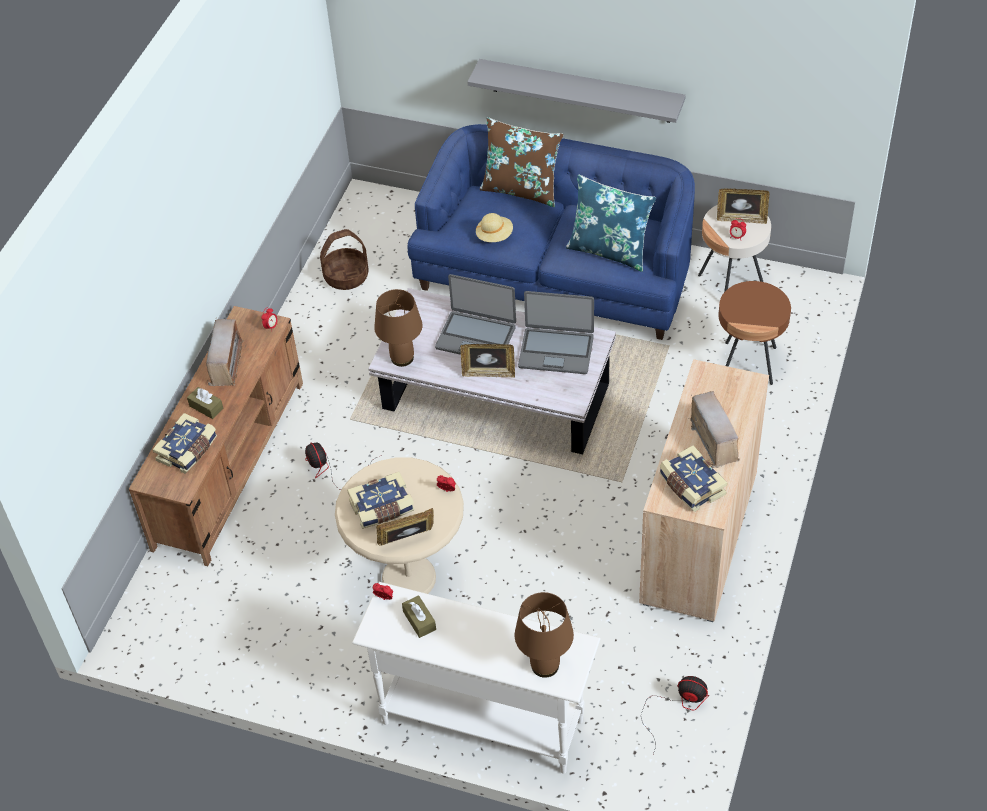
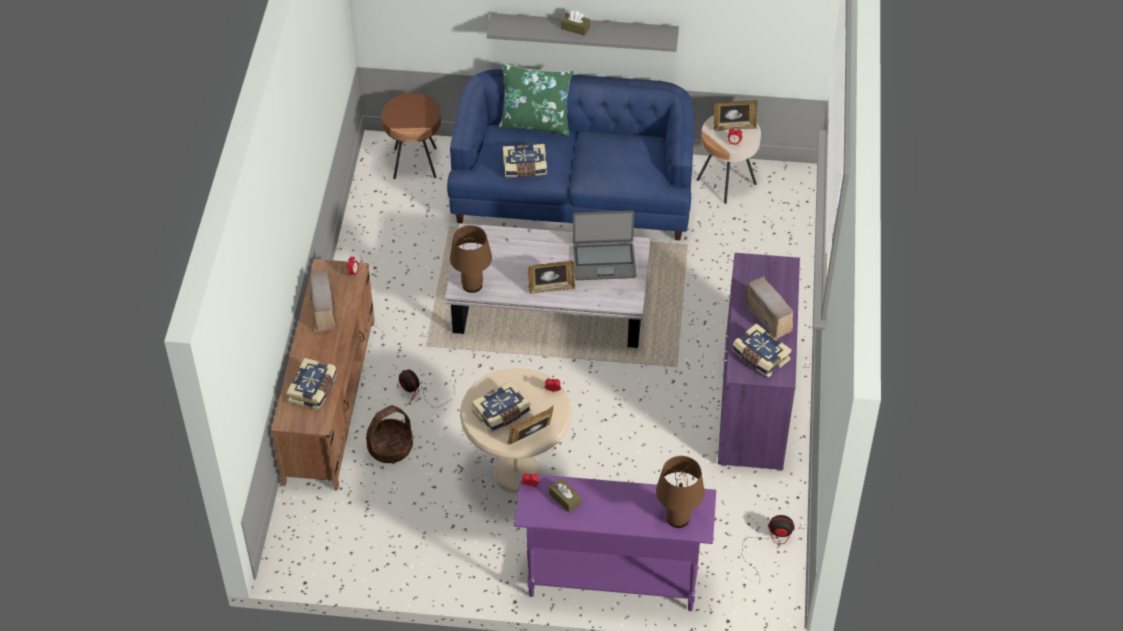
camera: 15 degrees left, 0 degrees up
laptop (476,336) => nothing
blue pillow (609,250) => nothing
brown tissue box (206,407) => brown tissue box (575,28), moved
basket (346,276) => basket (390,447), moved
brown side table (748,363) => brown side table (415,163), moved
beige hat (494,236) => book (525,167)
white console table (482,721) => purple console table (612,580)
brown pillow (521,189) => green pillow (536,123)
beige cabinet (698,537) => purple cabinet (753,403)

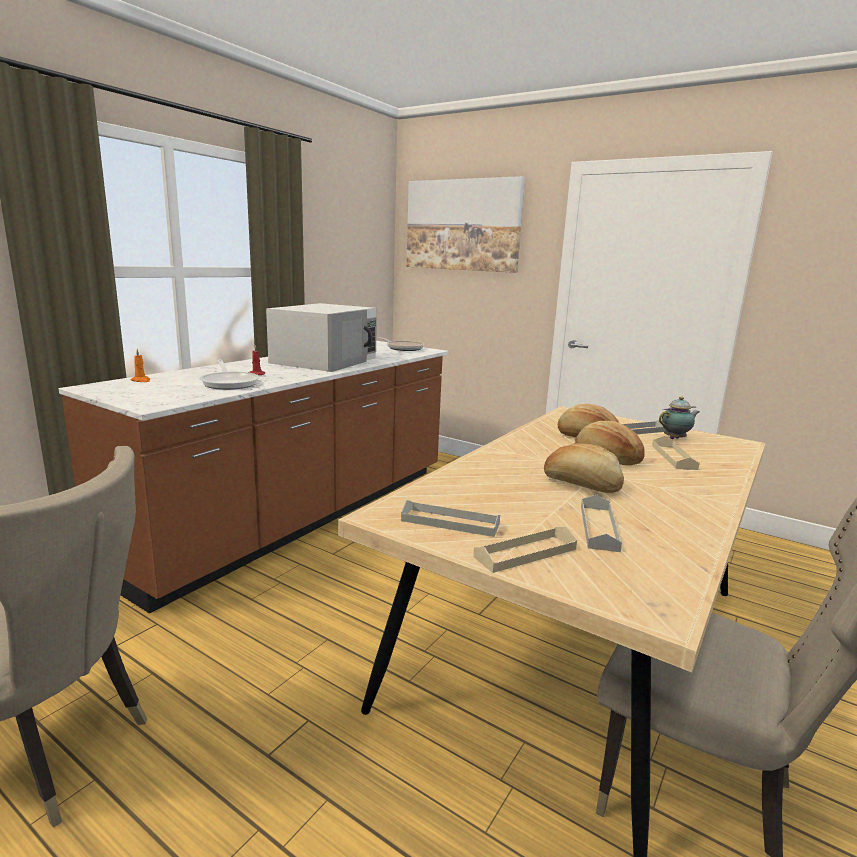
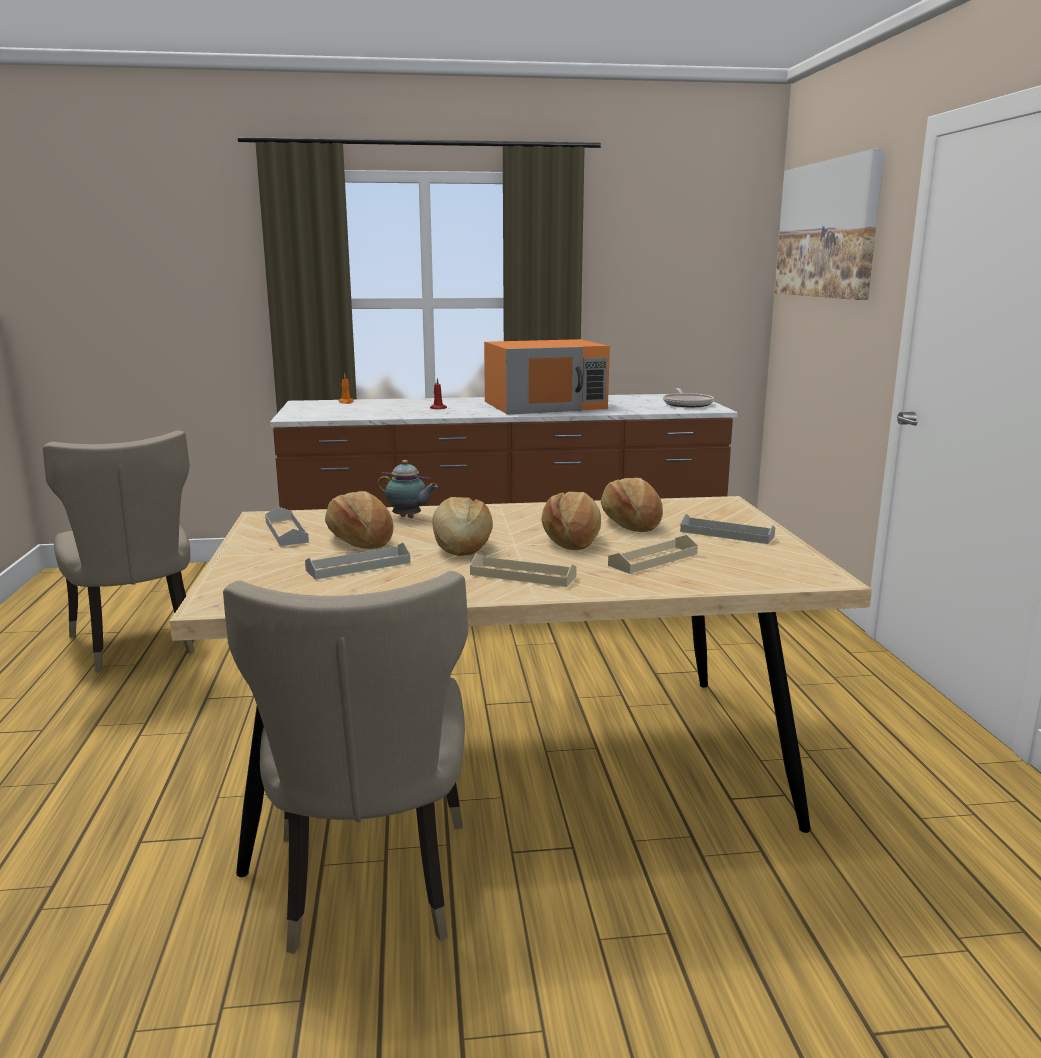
camera: 50 degrees right, 0 degrees up
frying pan (230,383) => nothing
nothing => bread (360,540)
beige tray (525,553) => beige tray (523,575), moved
teapot (676,438) => teapot (408,517), moved
white microwave (325,360) => orange microwave (546,405)

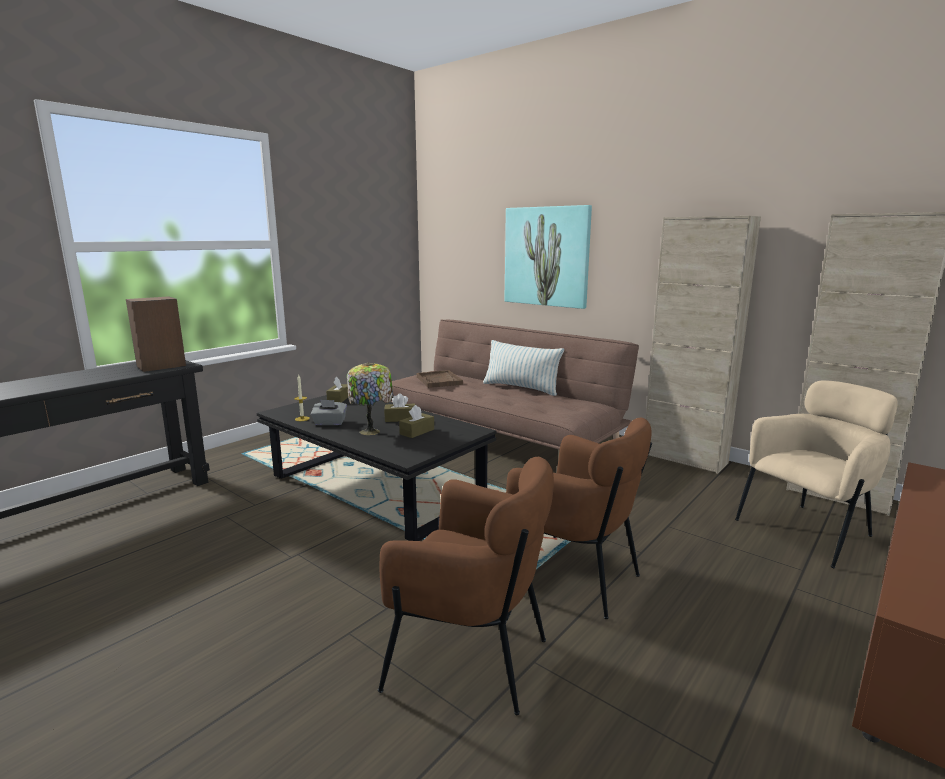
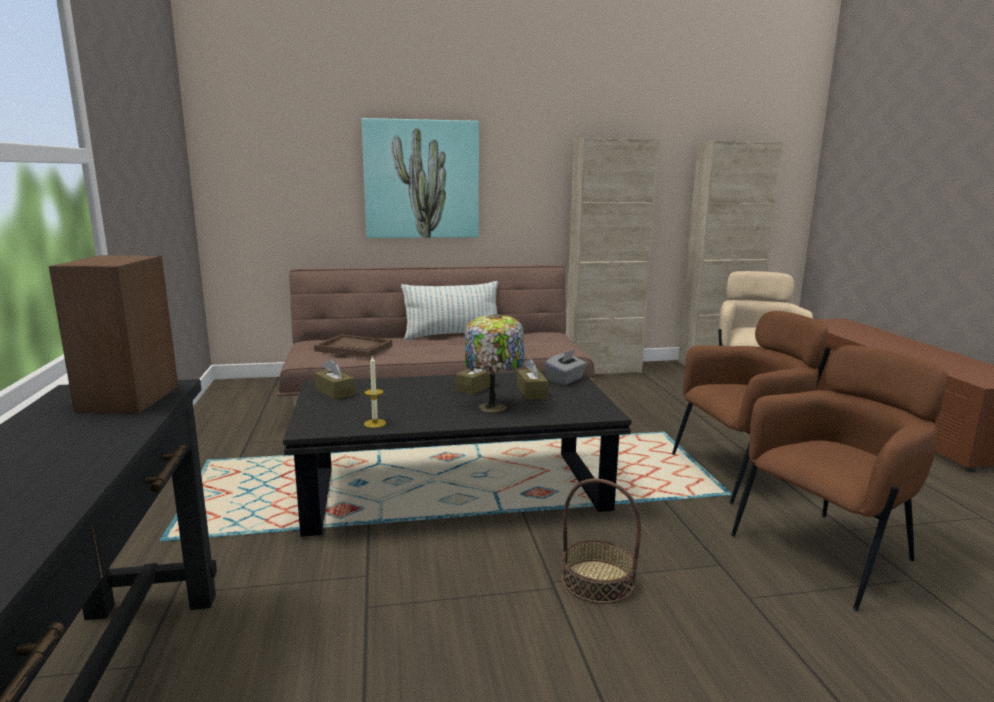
camera: 50 degrees left, 0 degrees up
nothing => basket (597,581)
grey tissue box (329,423) => grey tissue box (565,380), moved

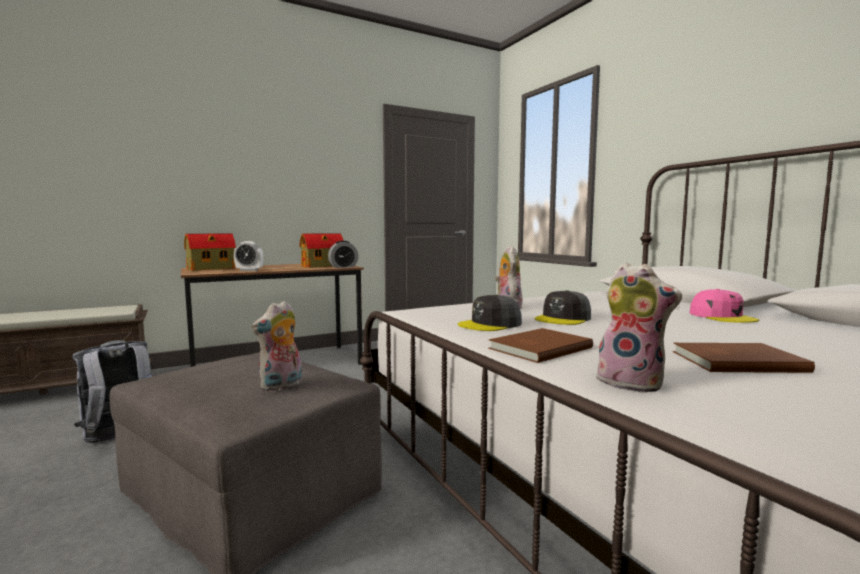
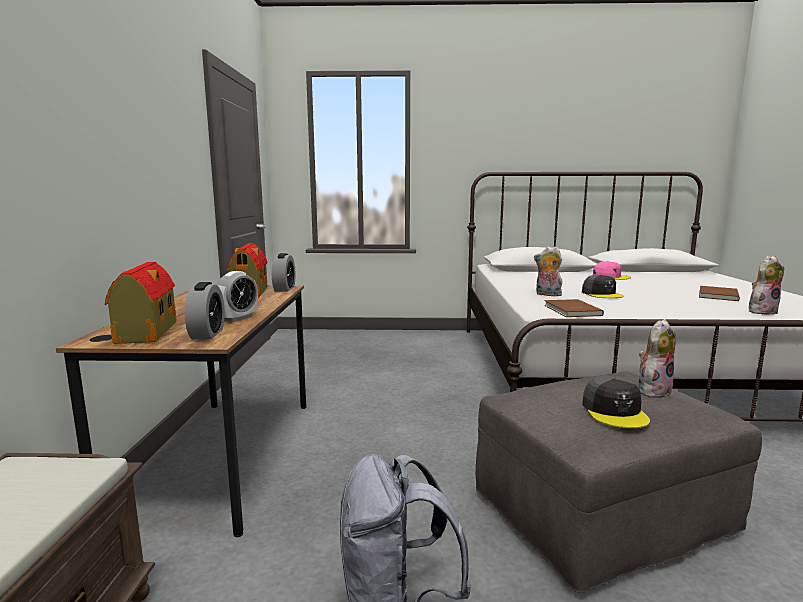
camera: 60 degrees left, 5 degrees up
nothing => alarm clock (207,334)
grey cap (490,324) => grey cap (615,411), moved
brown book (537,348) => brown book (571,310), moved
plush toy (281,386) => plush toy (653,390), 105 degrees counterclockwise

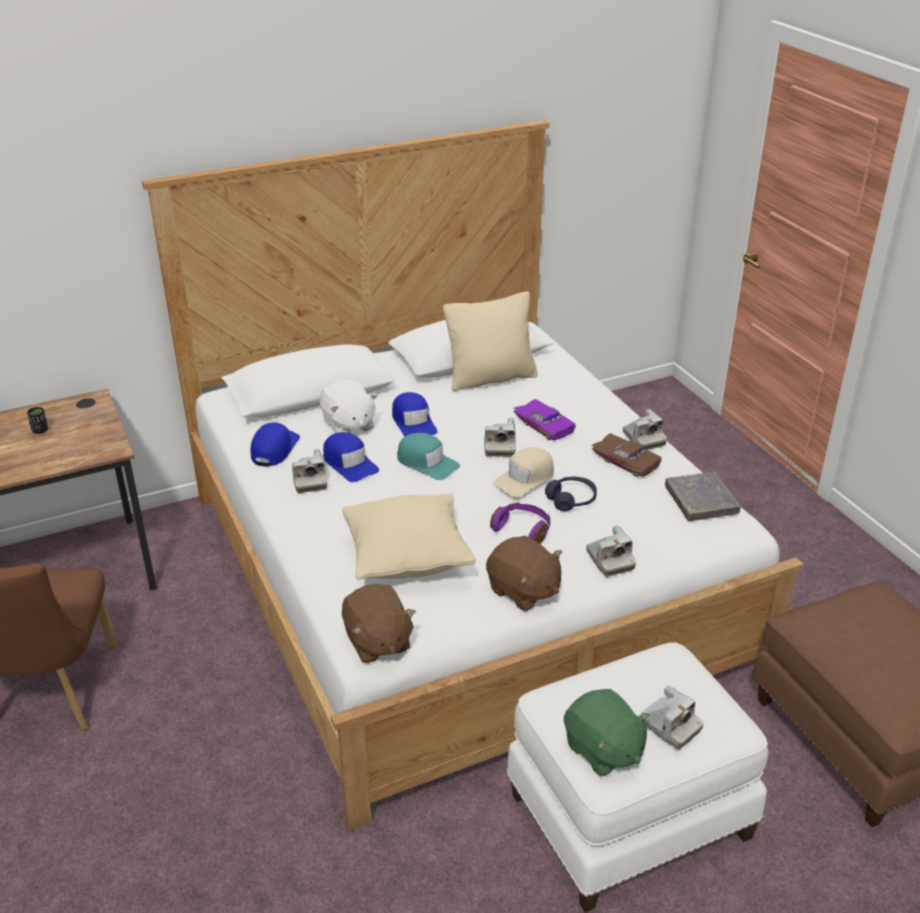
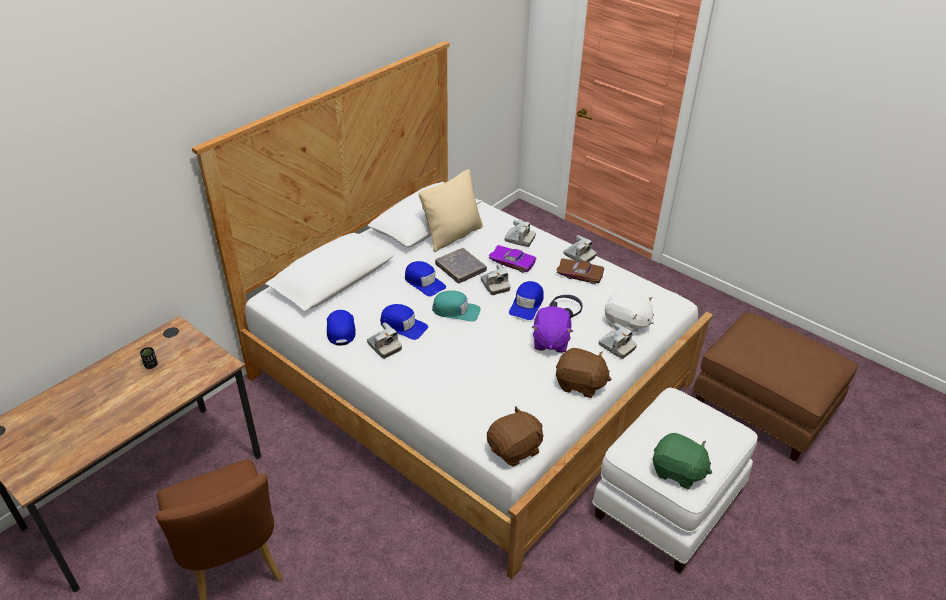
camera: 25 degrees left, 5 degrees up
beige pillow (407,560) => nothing
white plush toy (348,425) => white plush toy (626,323), moved
photo camera (669,726) => photo camera (519,239), moved
grey book (701,500) => grey book (460,268), moved
purple headphones (523,530) => purple plush toy (550,341)
beige cap (525,478) => blue cap (527,304)
brown plush toy (377,642) => brown plush toy (515,449), 75 degrees counterclockwise

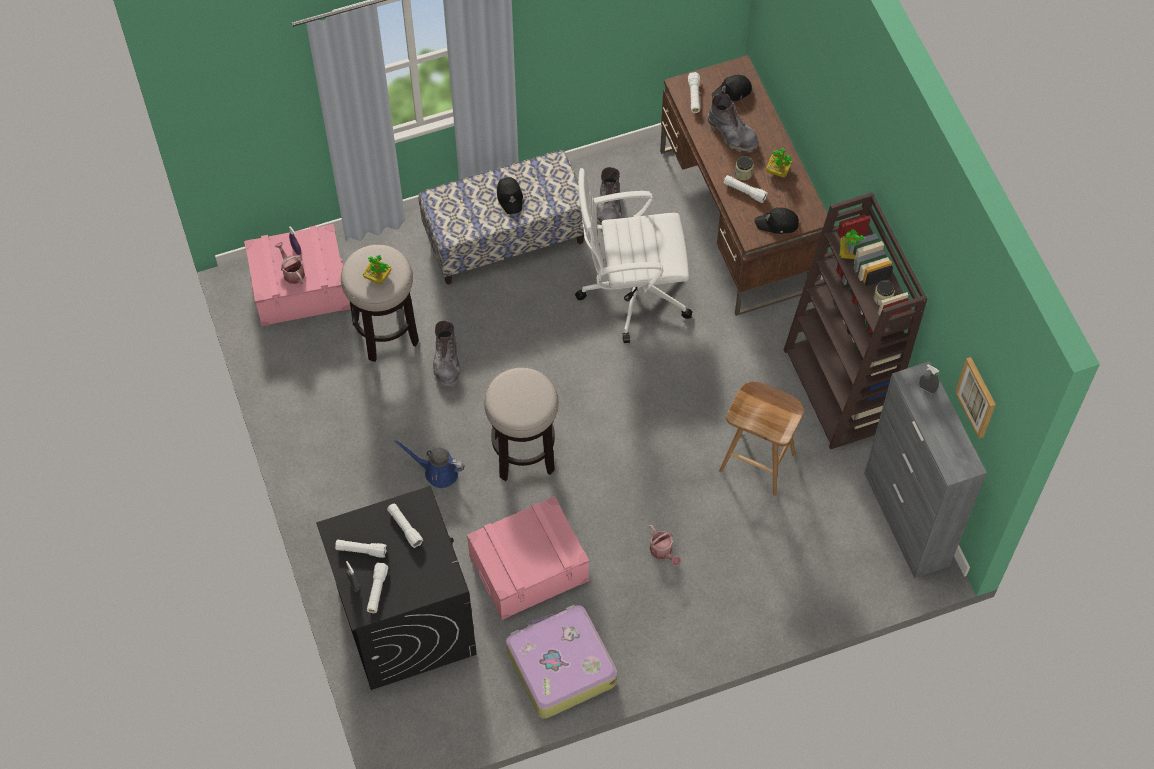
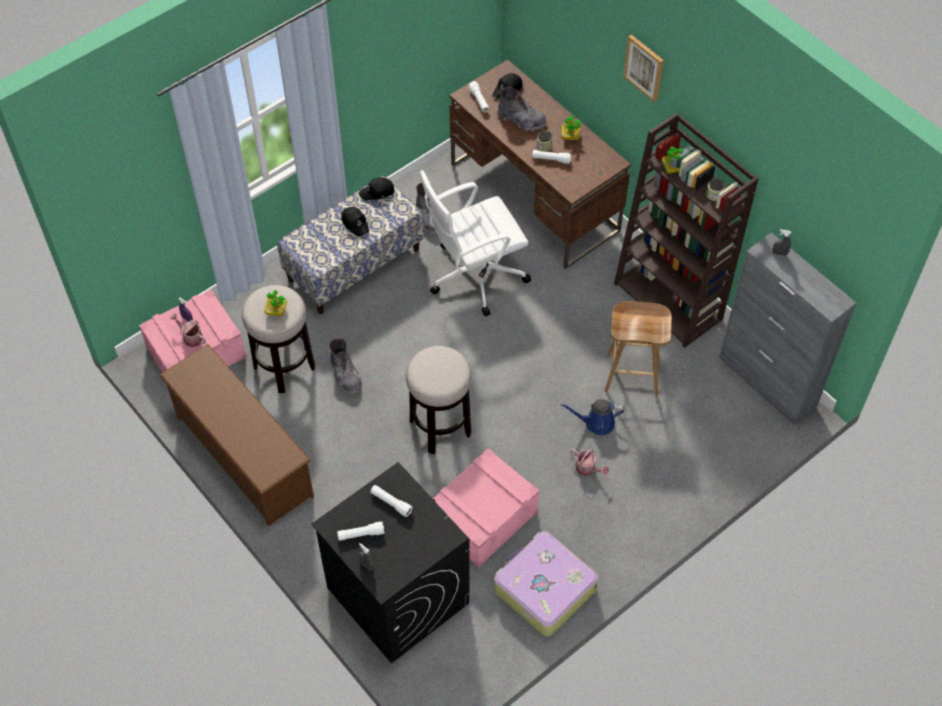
camera: 20 degrees left, 5 degrees down
white flashlight (377,590) => nothing
nothing => brown shoe rack (243,456)
blue watering can (437,472) => blue watering can (596,423), moved
black cap (777,224) => black cap (377,192), moved
picture (977,397) => picture (644,67), moved

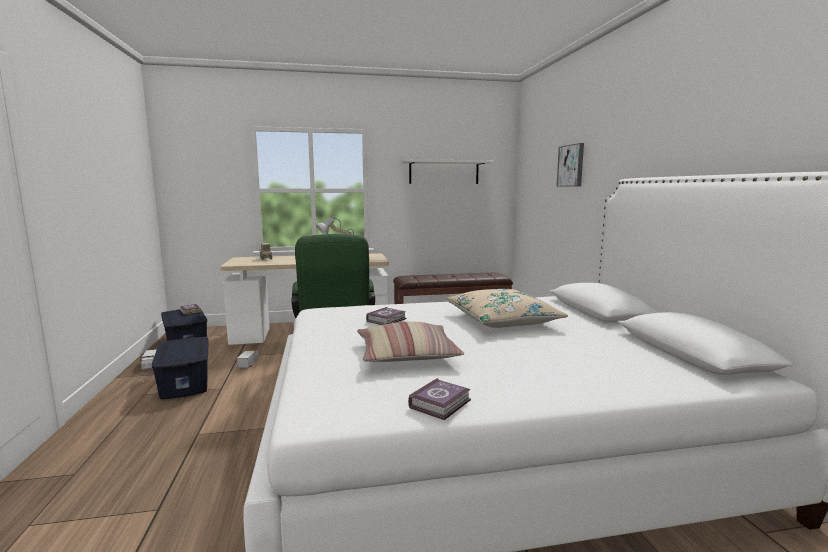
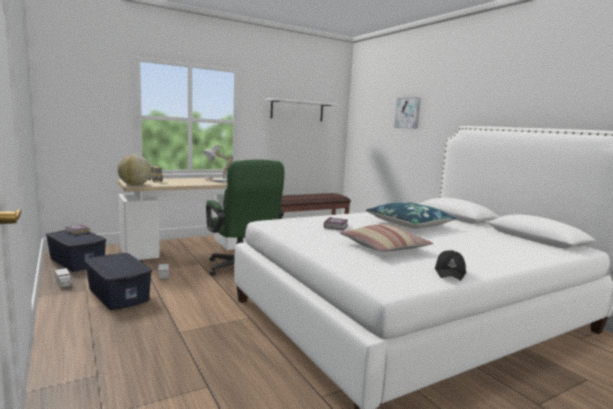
camera: 20 degrees left, 0 degrees up
nothing => globe (135,185)
book (441,403) => black cap (450,272)
beige pillow (502,320) => blue pillow (409,224)

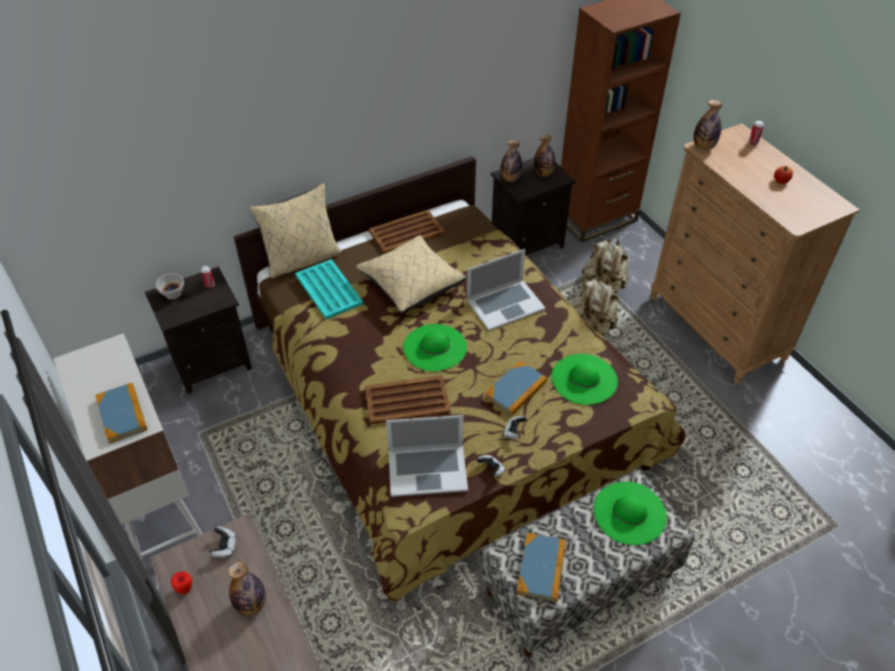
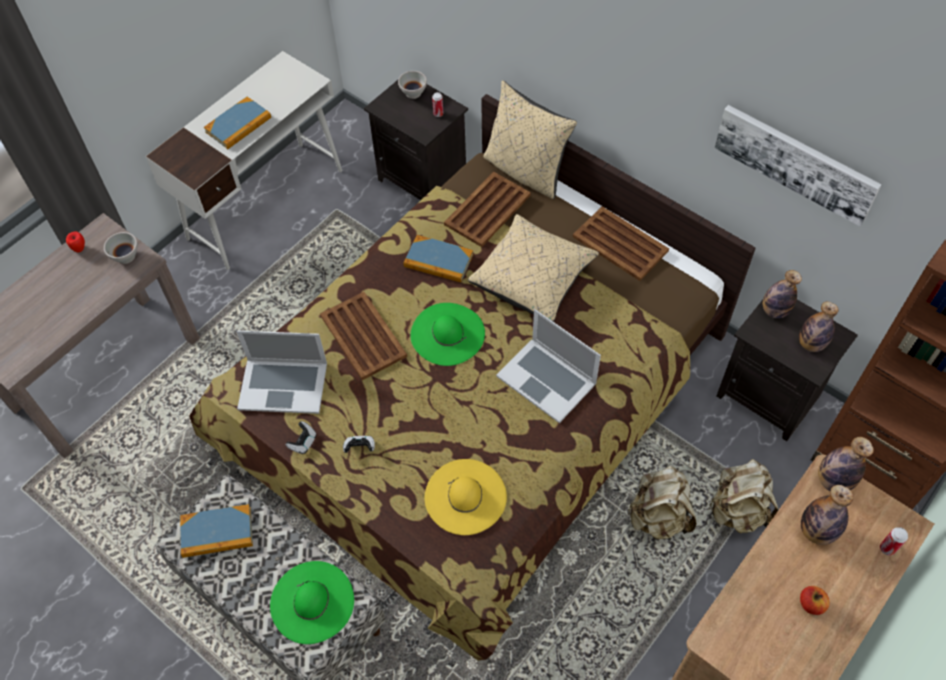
camera: 70 degrees right, 10 degrees up
nothing => picture (795,162)
bottle (251,604) => bottle (816,531), moved
book (515,390) => book (438,261), moved
game controller (224,547) => white bowl (125,257)
turquoise tray (329,290) => brown tray (487,210)
green hat (584,379) => yellow hat (465,496)
laptop (427,469) => laptop (283,385), 60 degrees counterclockwise

